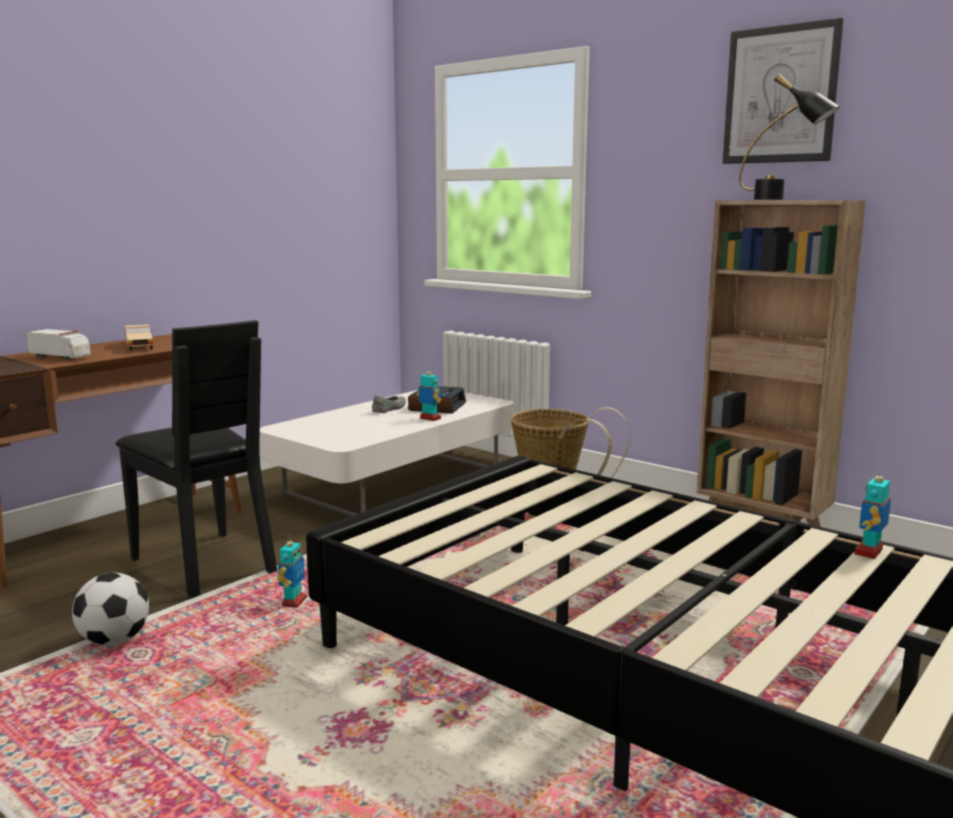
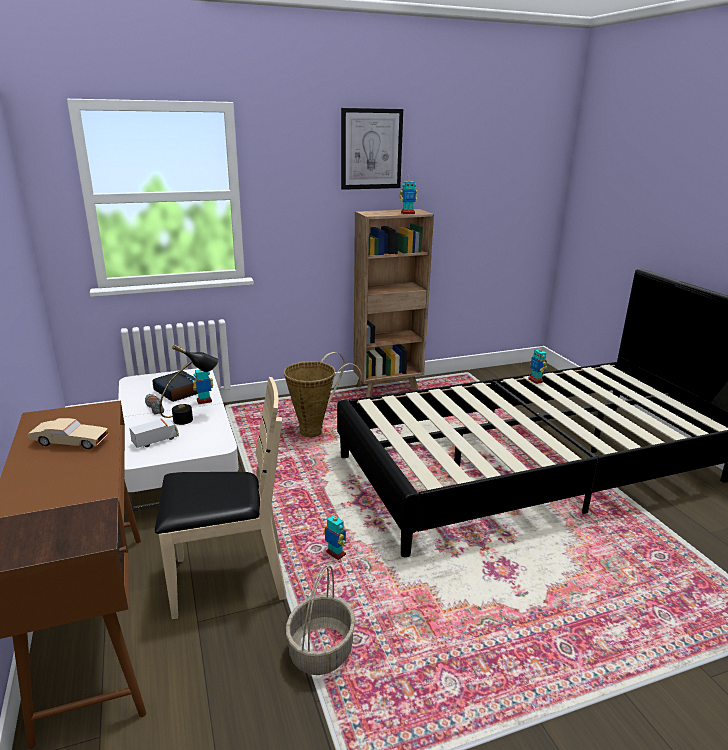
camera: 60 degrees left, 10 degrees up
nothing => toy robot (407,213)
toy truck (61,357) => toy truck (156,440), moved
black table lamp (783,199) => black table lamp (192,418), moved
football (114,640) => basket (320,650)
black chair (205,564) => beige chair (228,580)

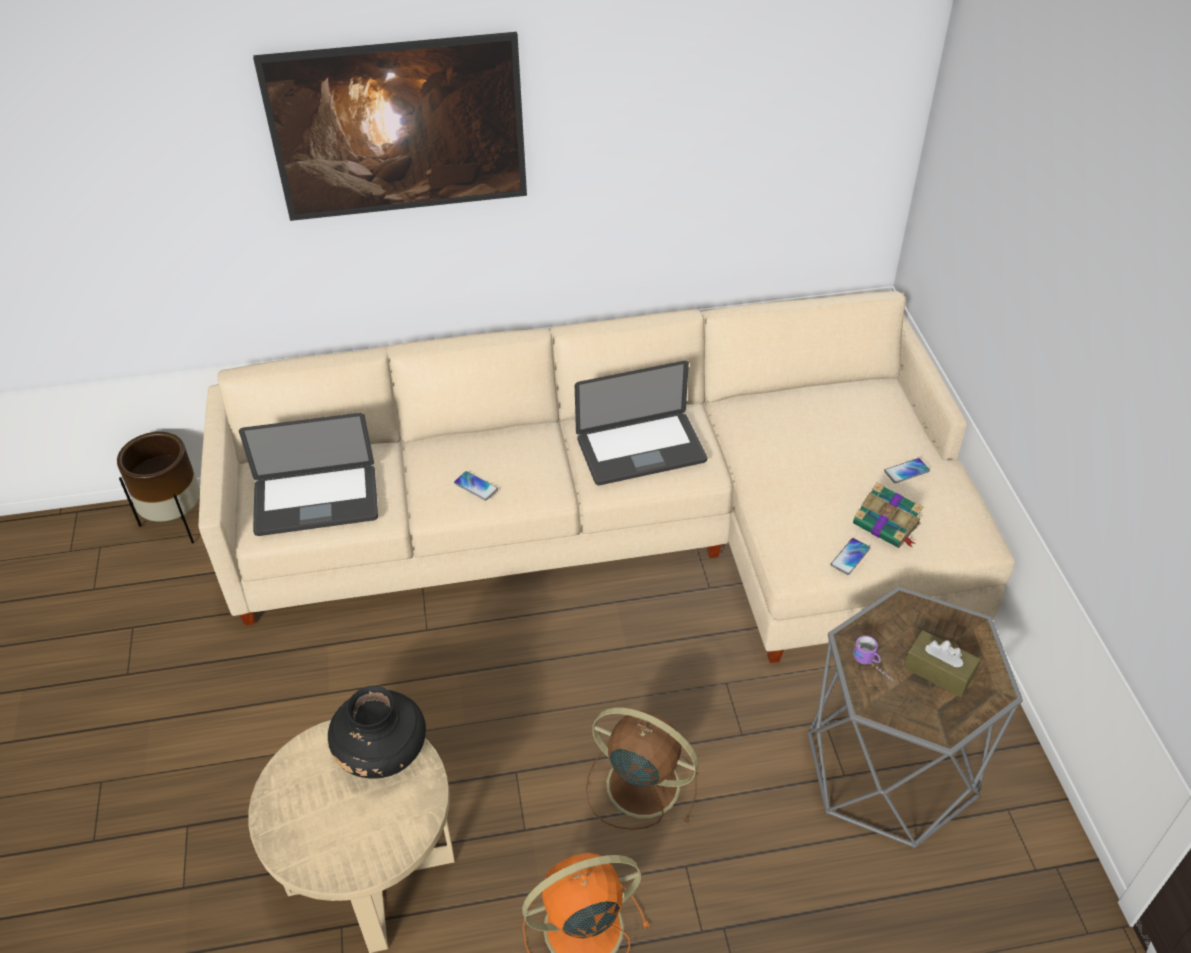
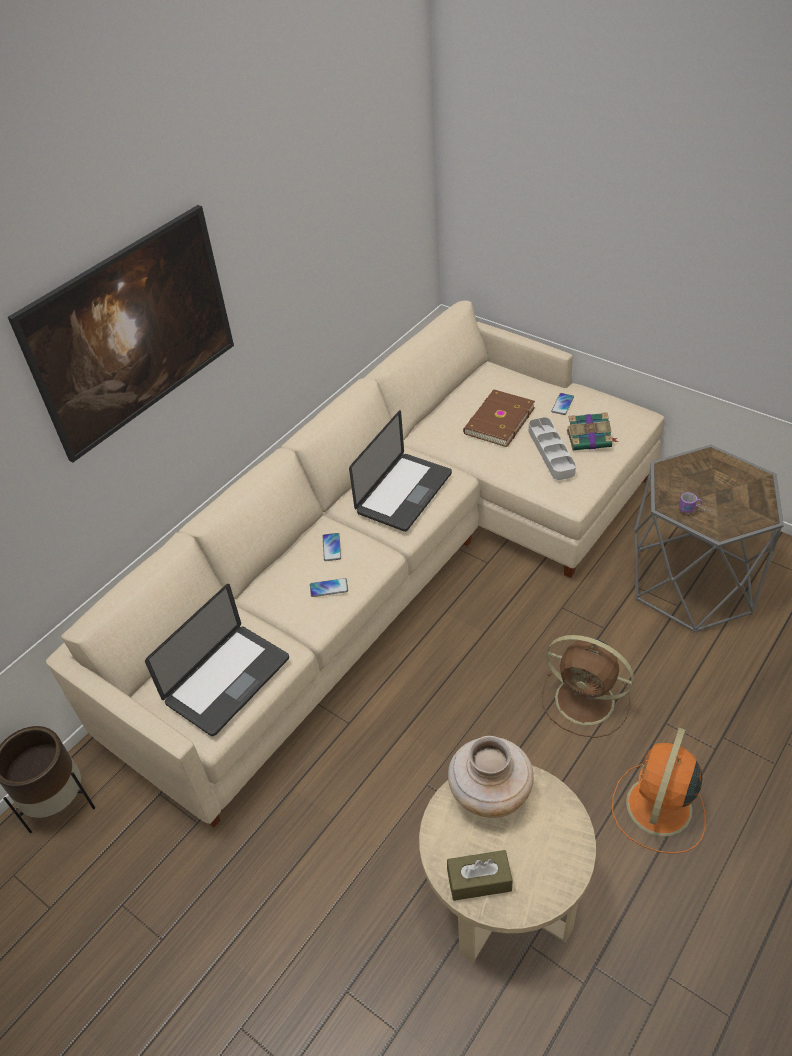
camera: 40 degrees left, 0 degrees up
nothing => brown book (498,420)
nothing => grey tray (551,452)
phone (850,557) => phone (331,547), moved
brown tissue box (938,671) => brown tissue box (479,880), moved
black vase (383,753) => beige vase (490,793)
brown fan (639,783) => brown fan (587,701), 135 degrees counterclockwise

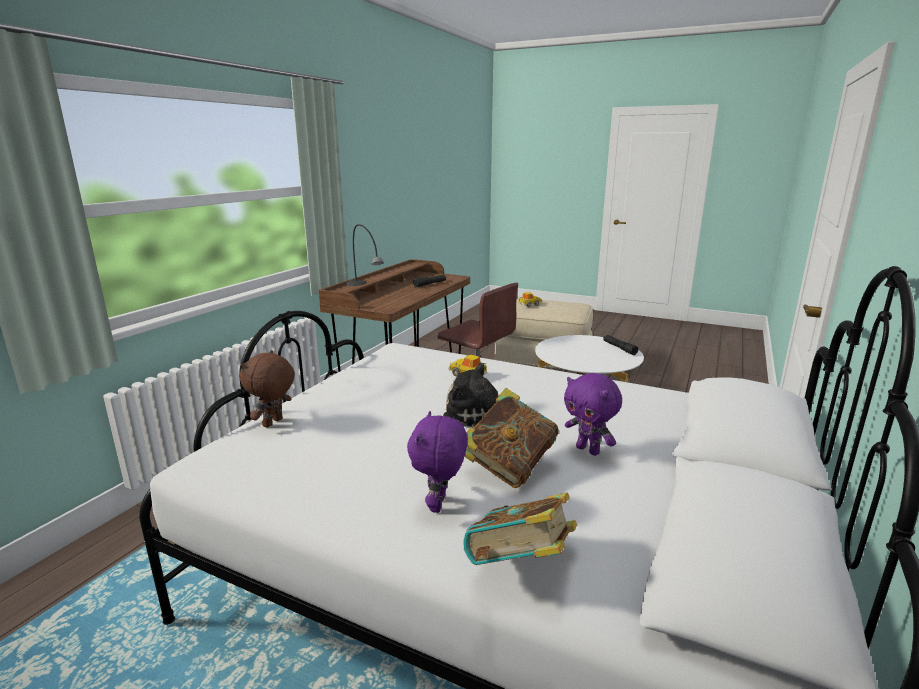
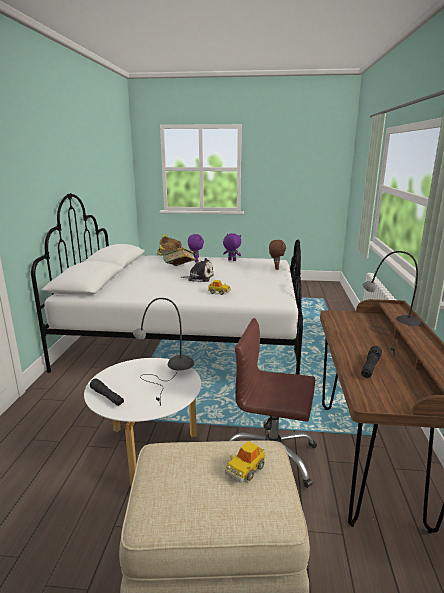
camera: 160 degrees right, 0 degrees up
nothing => grey table lamp (168,376)
purple plush toy (588,450) => purple plush toy (231,260), moved

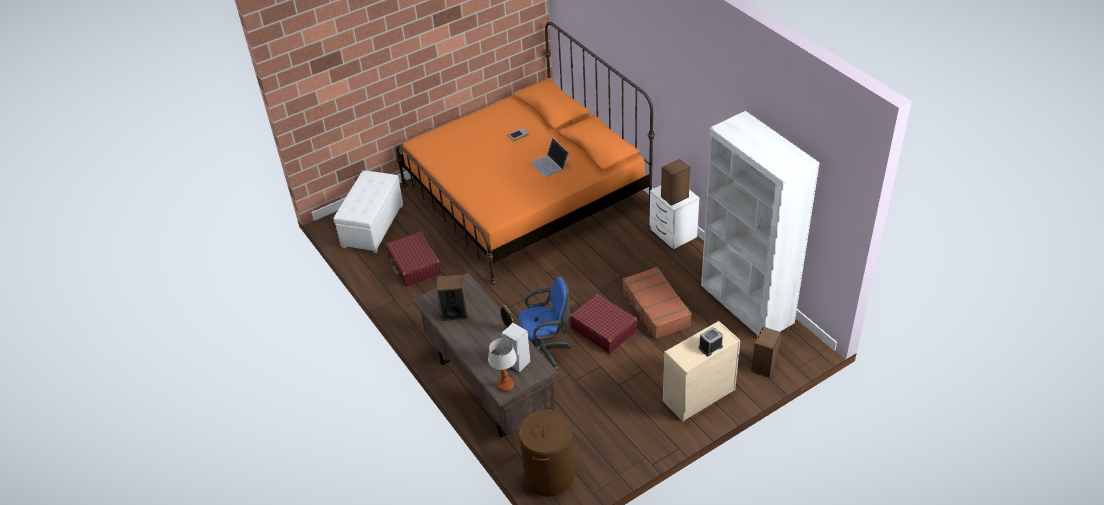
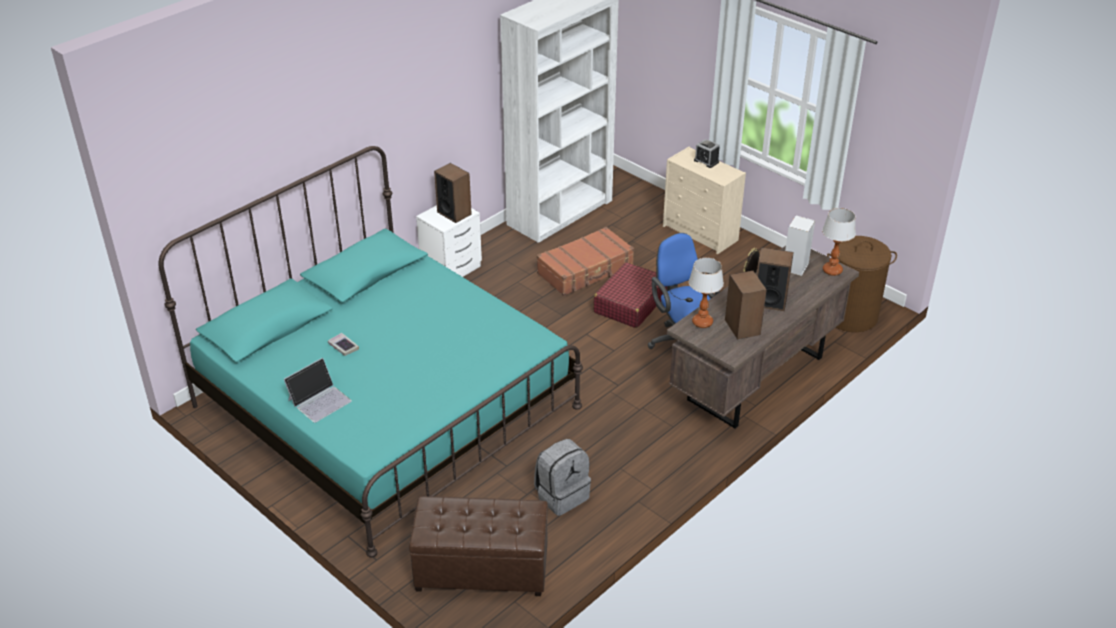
camera: 105 degrees left, 5 degrees down
nothing => table lamp (702,322)
laptop (550,164) => laptop (320,400), moved
speaker (764,366) => speaker (769,301), moved
red suitcase (414,265) => grey backpack (561,495)
white ottoman (372,226) => brown ottoman (481,570)
orange bed (525,195) => turquoise bed (385,406)

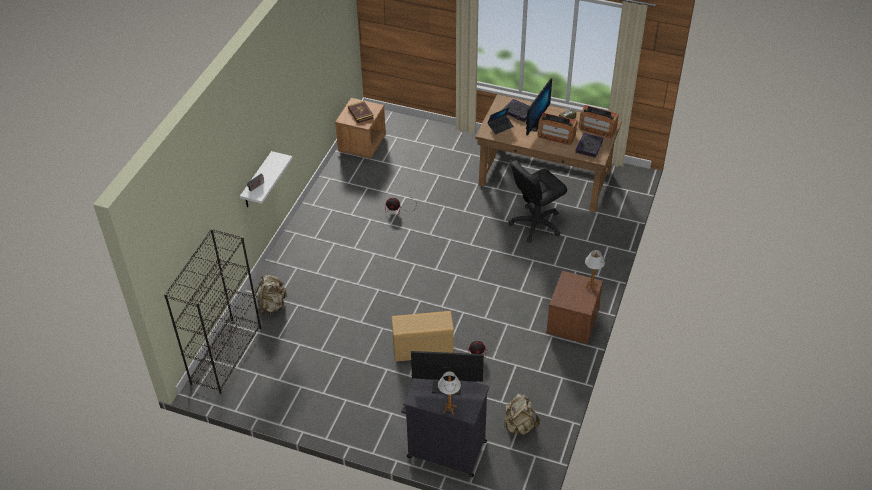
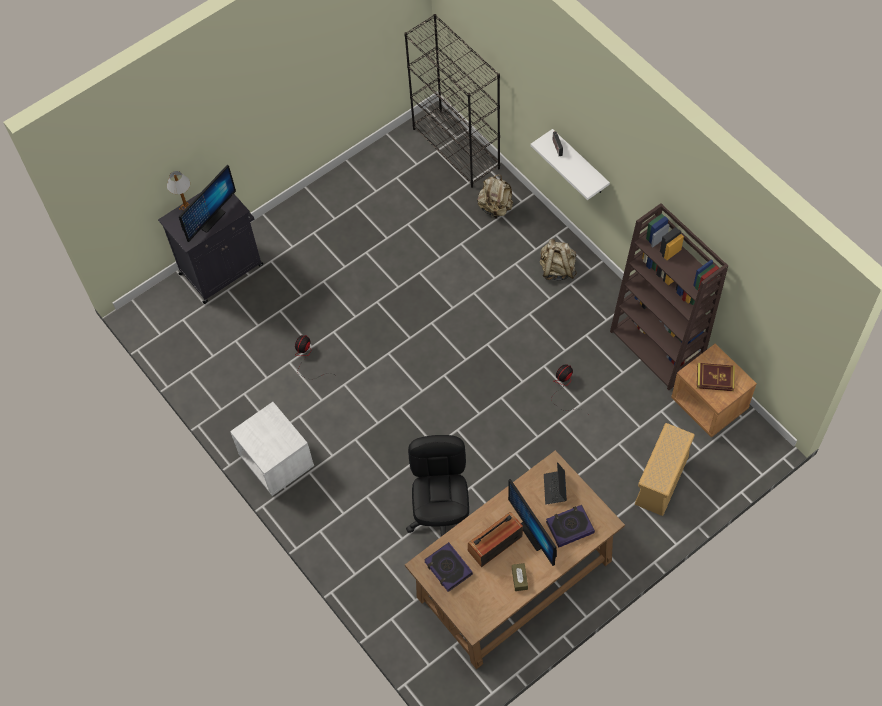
camera: 125 degrees right, 15 degrees up
radio (597,128) => nothing
table lamp (591,286) => nothing
nothing => brown bookcase (657,347)
beige storage box (424,349) => beige storage box (661,481), moved
beige backpack (519,425) => beige backpack (557,269), moved
brown nightstand (572,323) => white nightstand (276,461)

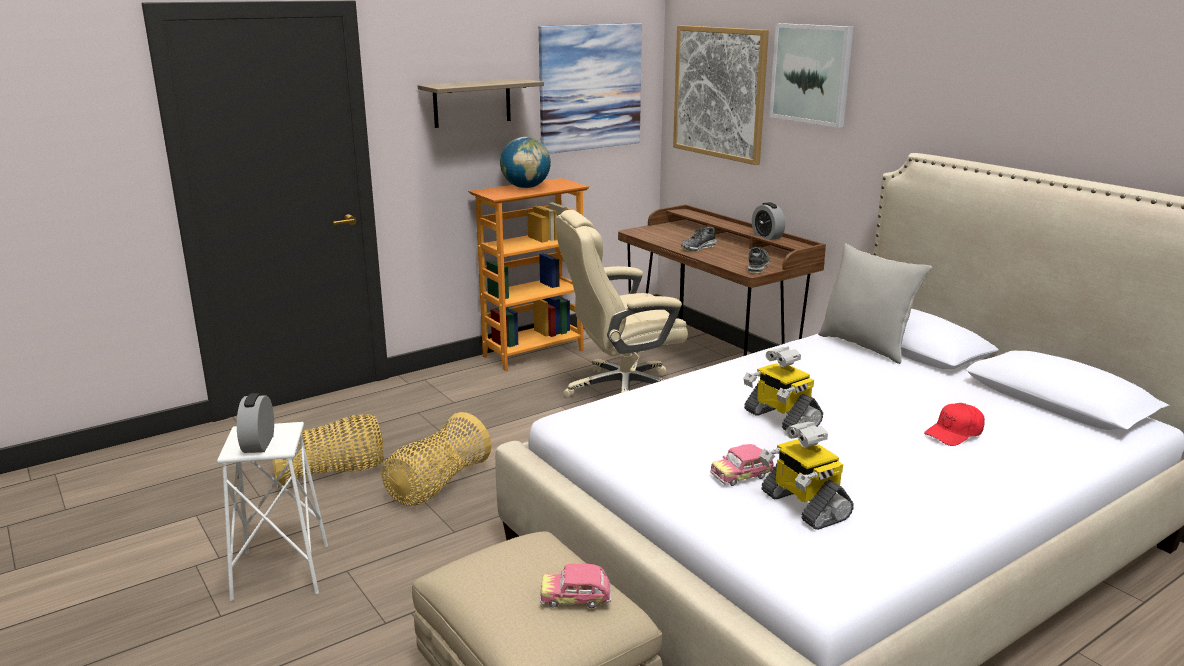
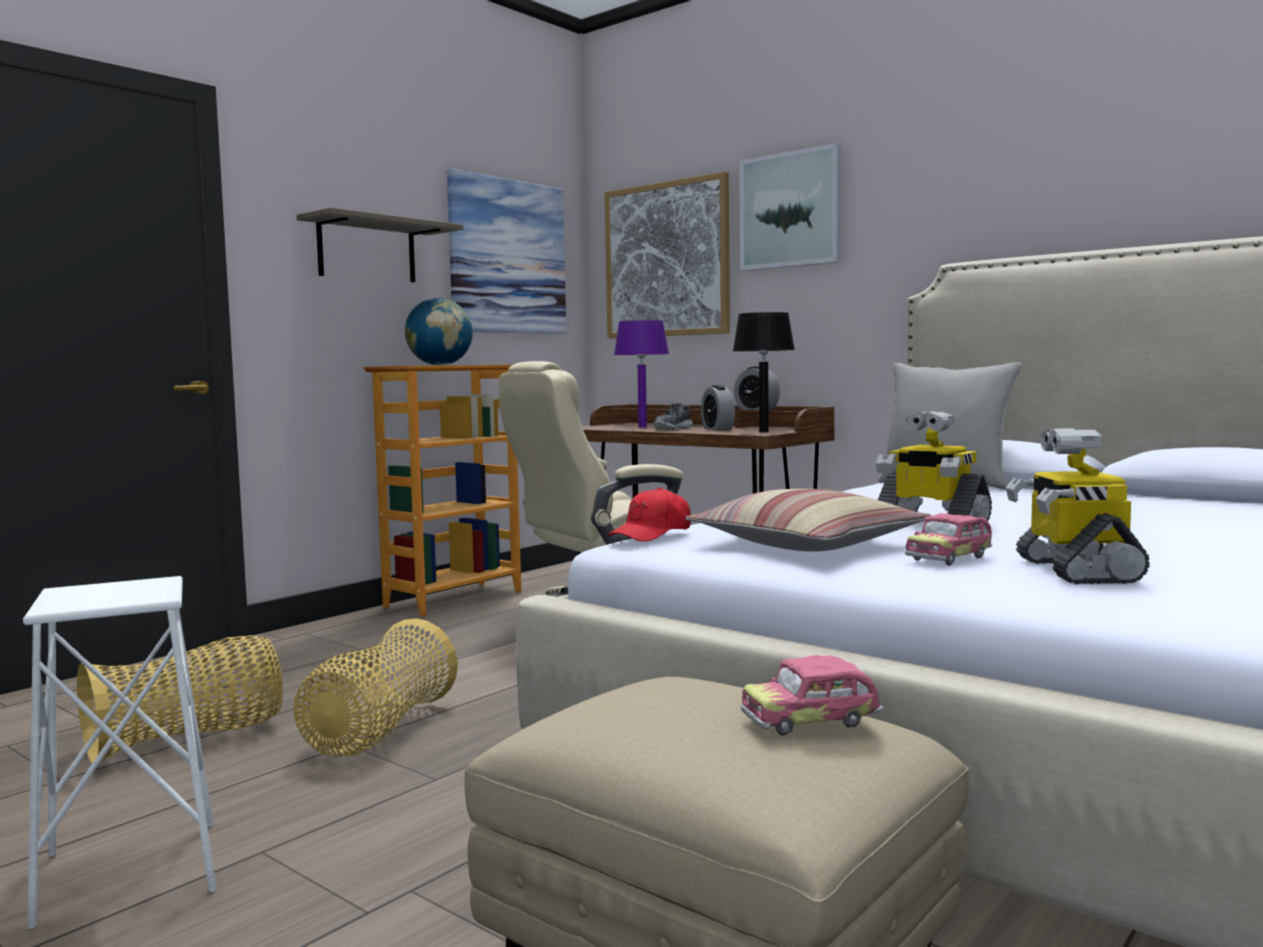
camera: 15 degrees left, 15 degrees down
nothing => purple table lamp (642,427)
nothing => pillow (807,544)
alarm clock (259,444) => alarm clock (717,429), moved
red cap (954,433) => red cap (651,534), moved
shoe (757,266) => black table lamp (763,432)
toy robot (803,506) => toy robot (1074,570), 45 degrees clockwise

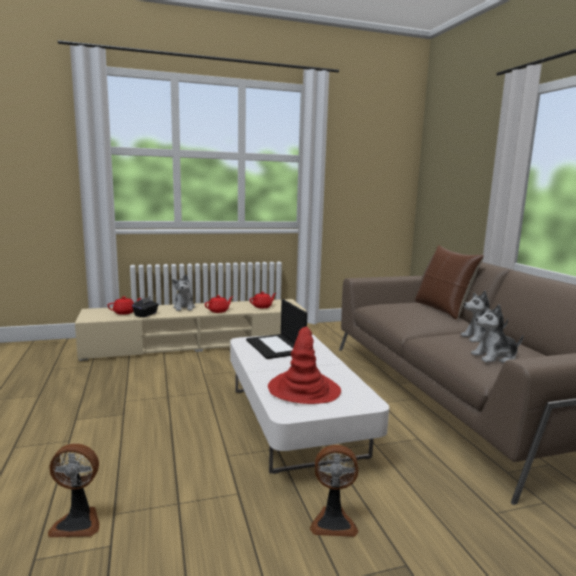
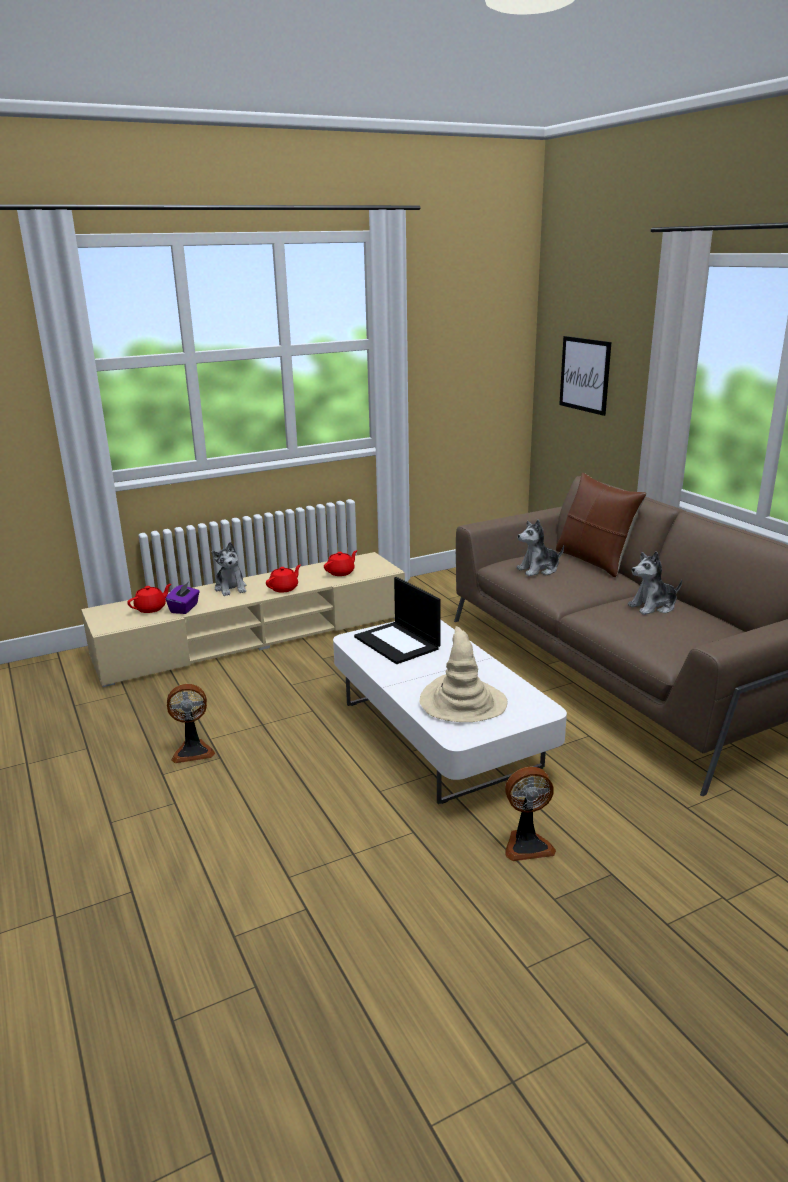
camera: 10 degrees left, 10 degrees up
nothing => picture (584,375)
fan (78,522) => fan (193,751), moved
plush toy (495,357) => plush toy (538,570), moved
black tissue box (146,314) => purple tissue box (184,608)
red hat (304,389) => beige hat (462,702)

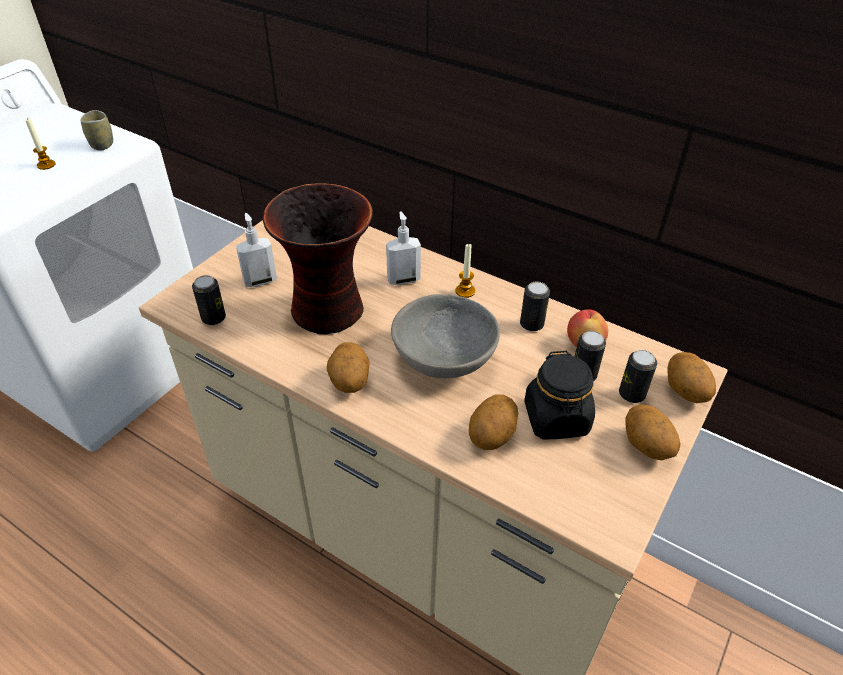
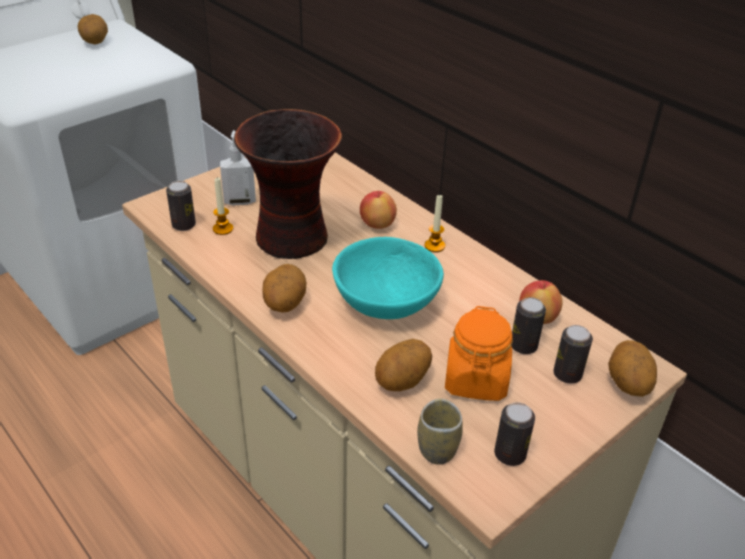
camera: 15 degrees right, 5 degrees down
candle (46,165) => candle (223,229), moved
cup (102,145) => cup (437,449), moved
can (531,324) => can (509,454), moved
potato (645,446) => potato (95,42), moved
soap dispenser (403,279) => apple (377,224)
grey bowl (445,357) => turquoise bowl (388,301)
black jar (556,419) => orange jar (476,380)

